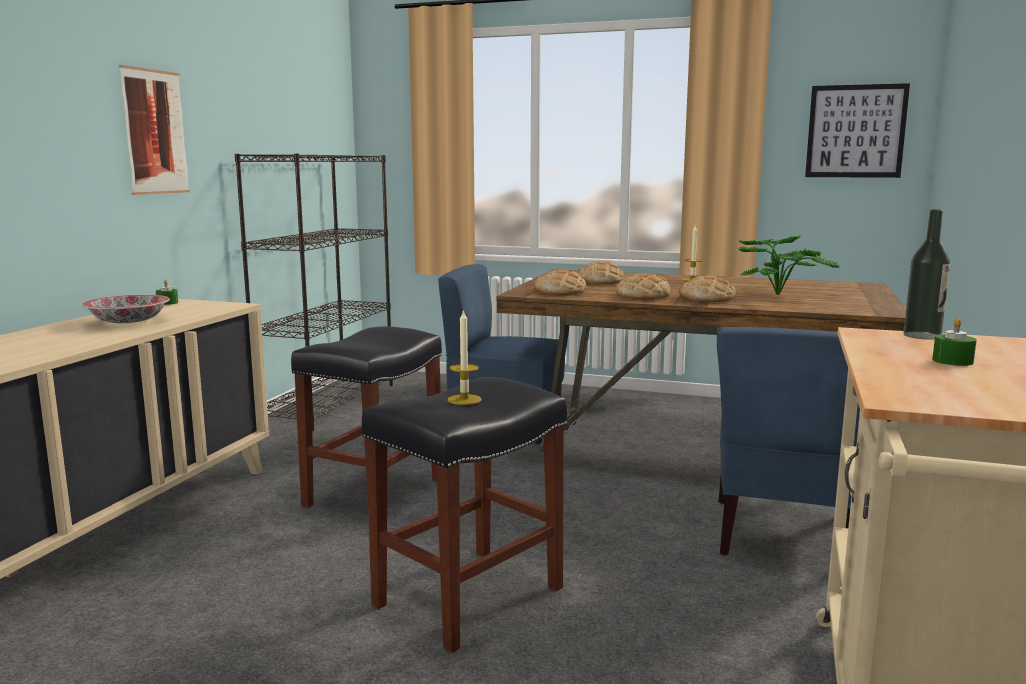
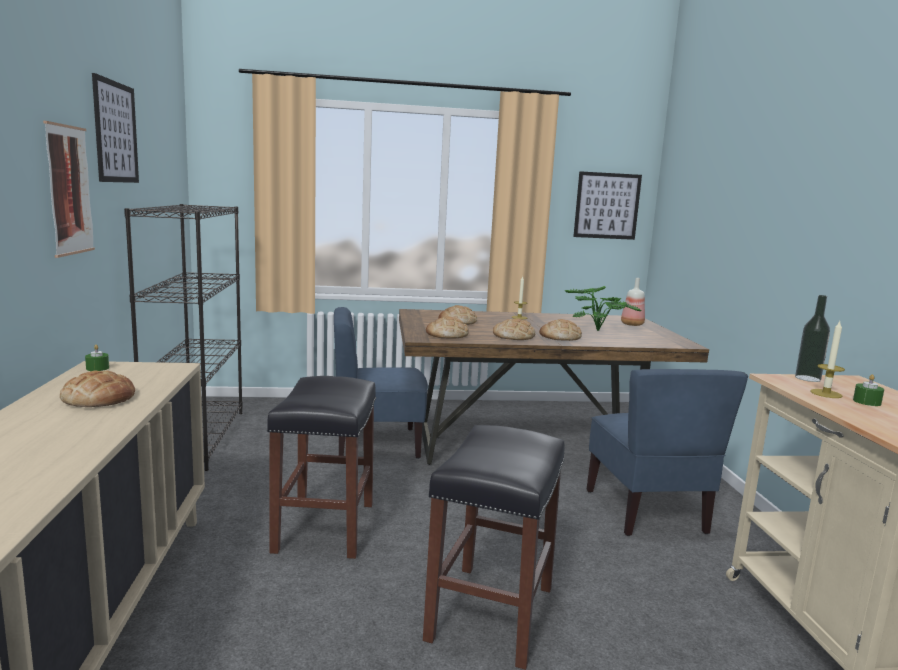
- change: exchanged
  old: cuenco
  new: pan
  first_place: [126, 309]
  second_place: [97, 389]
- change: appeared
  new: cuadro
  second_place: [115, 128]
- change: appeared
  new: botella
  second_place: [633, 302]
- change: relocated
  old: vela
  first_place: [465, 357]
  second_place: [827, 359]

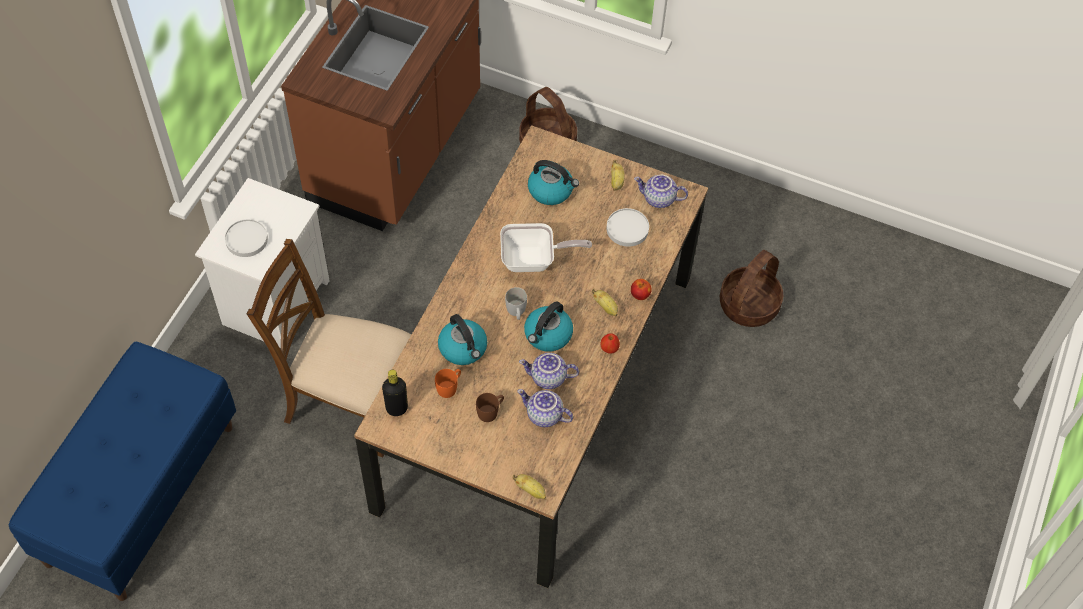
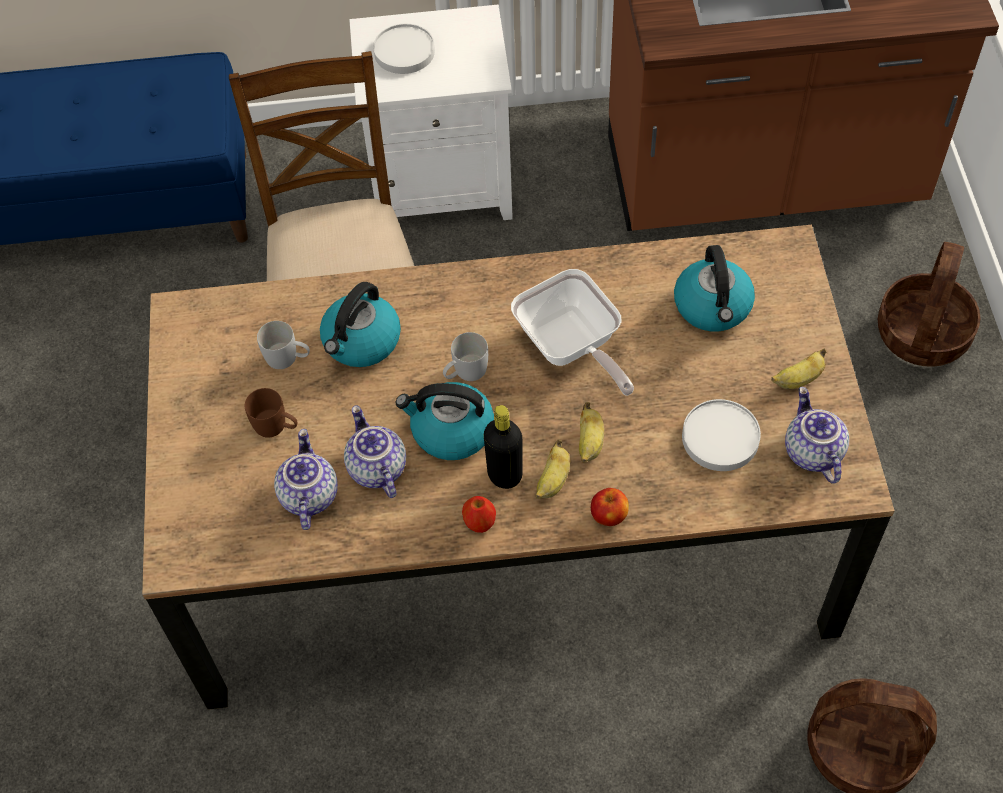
- change: colour
  old: taza grande [naranja]
  new: taza grande [blanco]
  first_place: [448, 383]
  second_place: [283, 345]
- change: relocated
  old: botella [negro]
  first_place: [395, 393]
  second_place: [503, 447]
- change: relocated
  old: plátano
  first_place: [529, 487]
  second_place: [591, 432]

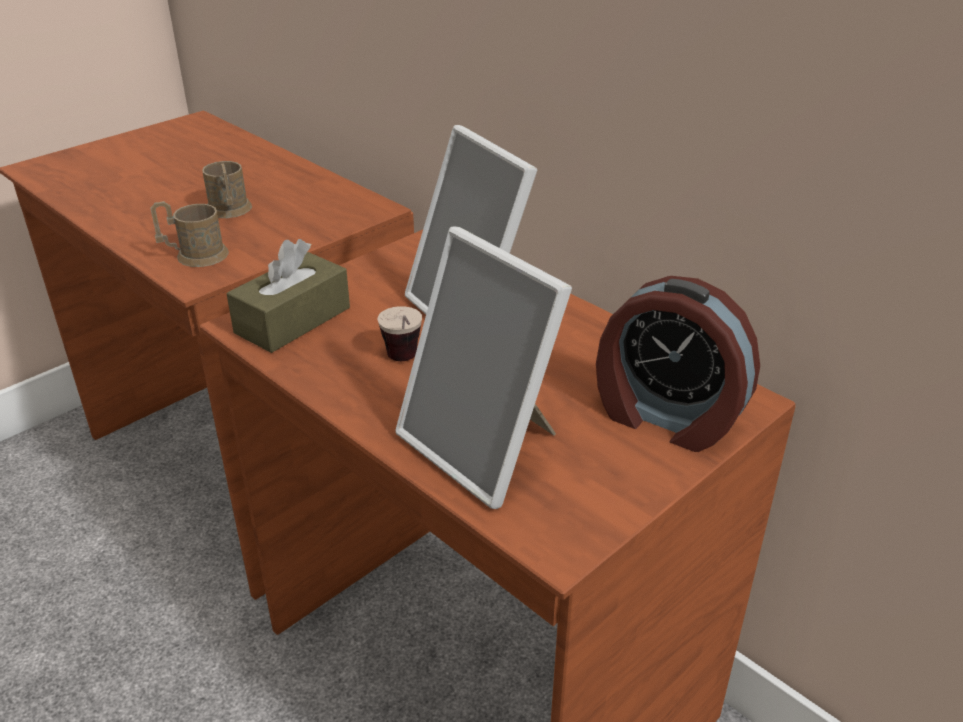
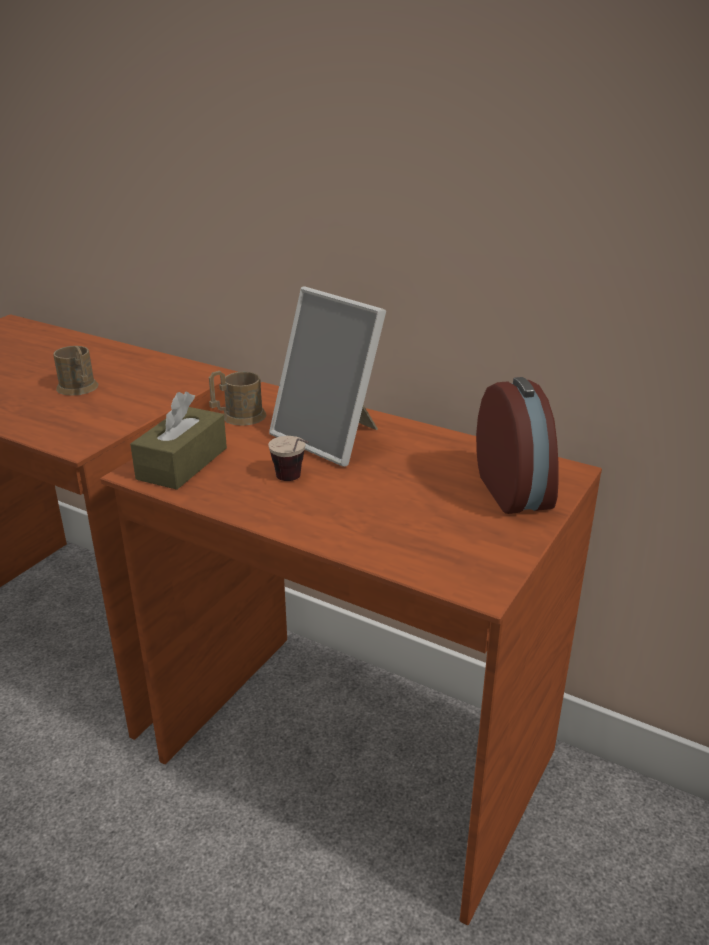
- change: relocated
  old: taza grande [marrón]
  first_place: [189, 234]
  second_place: [238, 398]
- change: spun
  old: despertador
  first_place: [678, 364]
  second_place: [517, 445]
  degrees: -120
- change: missing
  old: portarretratos
  first_place: [483, 367]

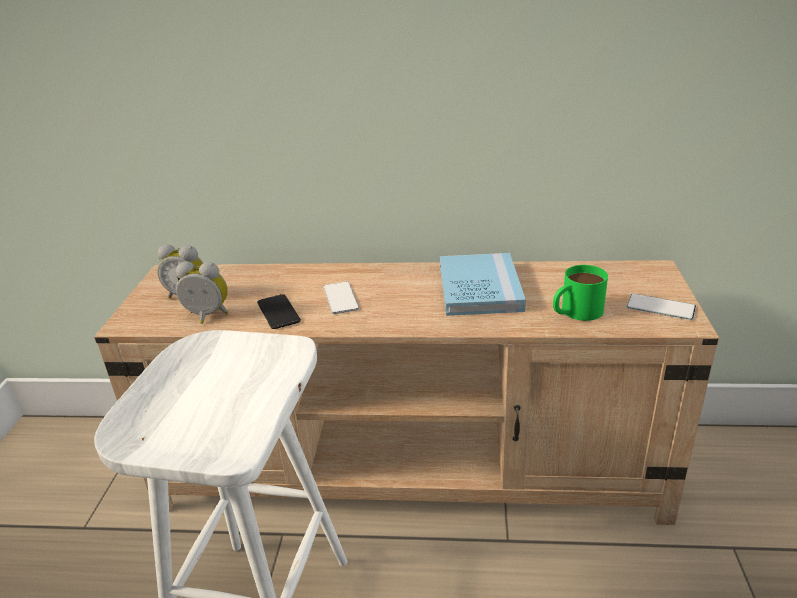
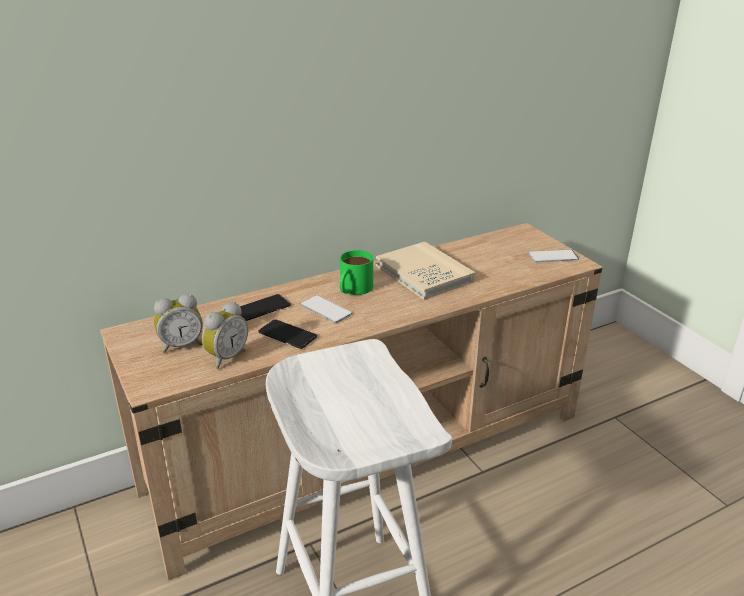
- change: spun
  old: despertador
  first_place: [202, 292]
  second_place: [225, 335]
  degrees: 150
- change: appeared
  new: móvil
  second_place: [265, 307]
- change: relocated
  old: taza grande [verde]
  first_place: [580, 293]
  second_place: [356, 272]
- change: colour
  old: libro [azul]
  new: libro [beis]
  first_place: [483, 284]
  second_place: [425, 271]

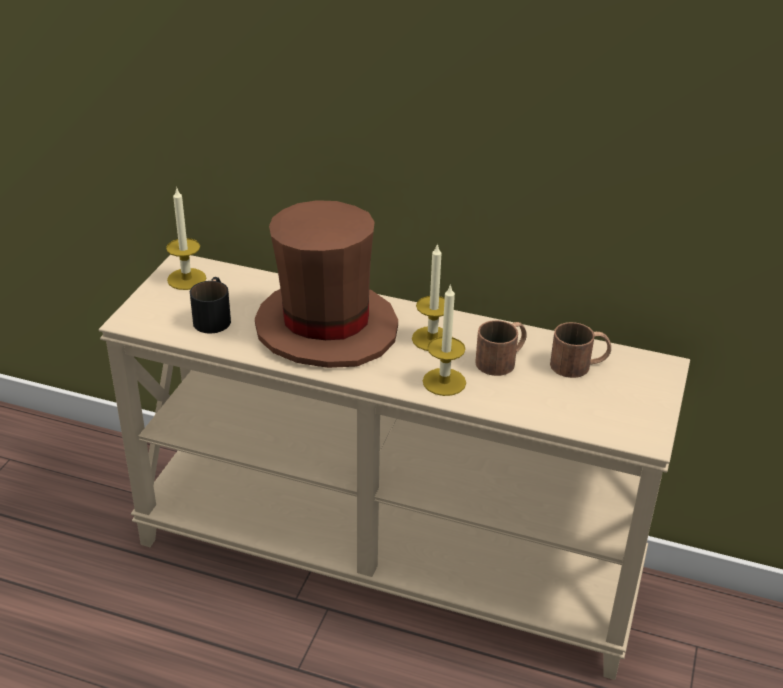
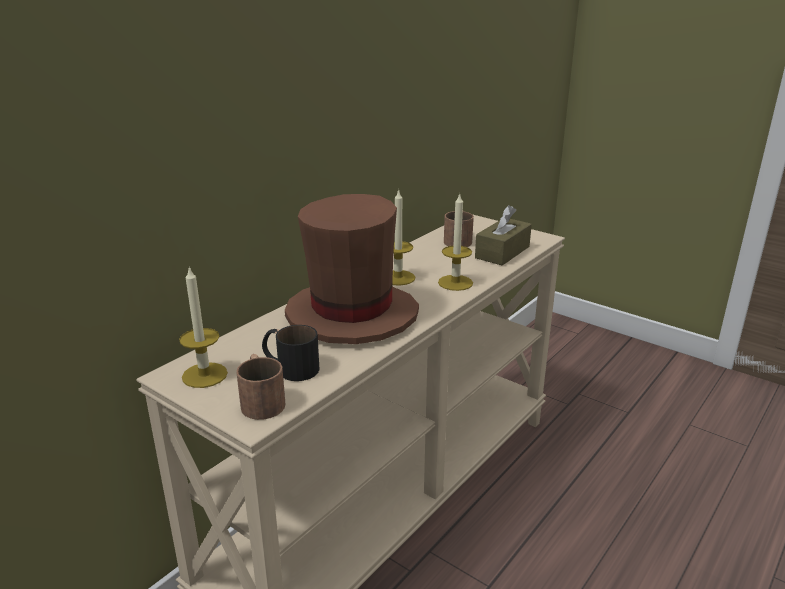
- change: relocated
  old: taza grande [marrón]
  first_place: [501, 348]
  second_place: [260, 387]
- change: appeared
  new: caja de pañuelos [marrón]
  second_place: [503, 235]

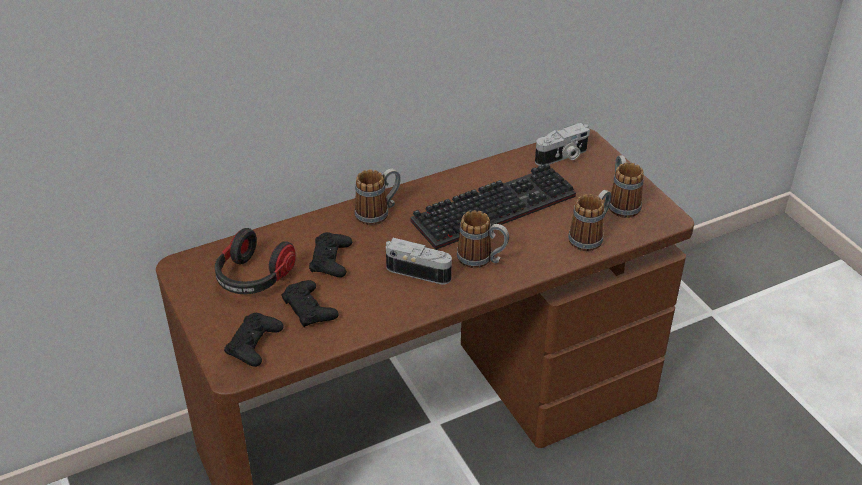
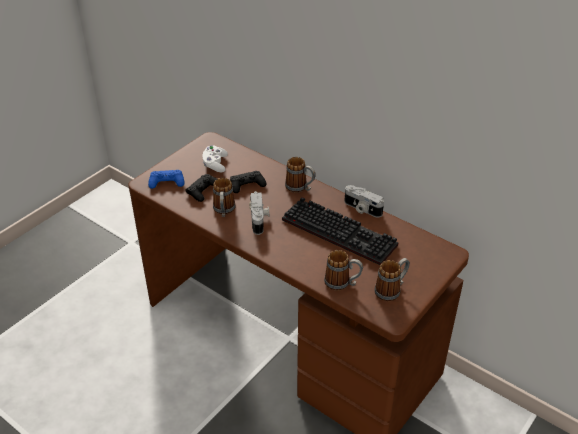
- change: colour
  old: mando de consola [negro]
  new: mando de consola [azul]
  first_place: [253, 340]
  second_place: [166, 179]
- change: exchanged
  old: auriculares
  new: mando de consola [blanco]
  first_place: [255, 261]
  second_place: [215, 158]
- change: relocated
  old: taza grande
  first_place: [483, 239]
  second_place: [224, 197]
- change: relocated
  old: cámara
  first_place: [562, 144]
  second_place: [364, 201]

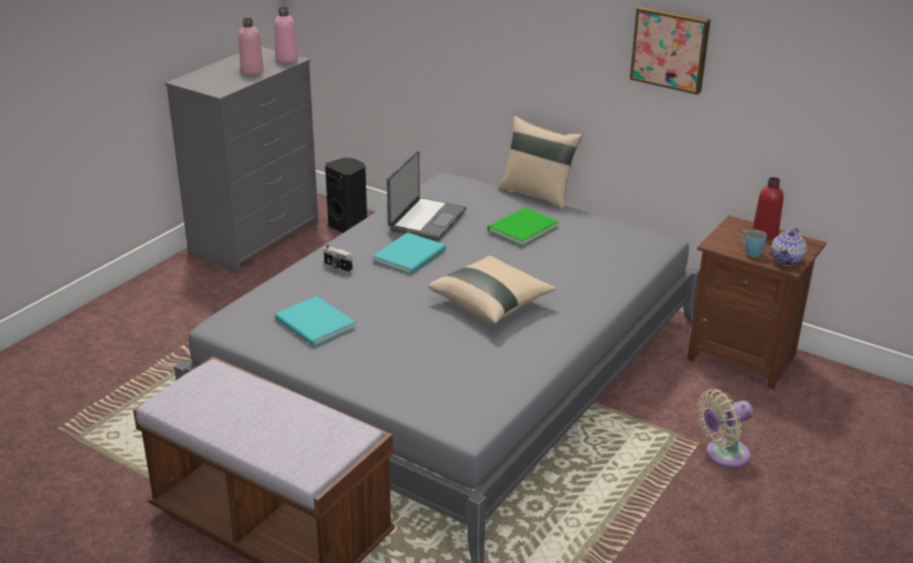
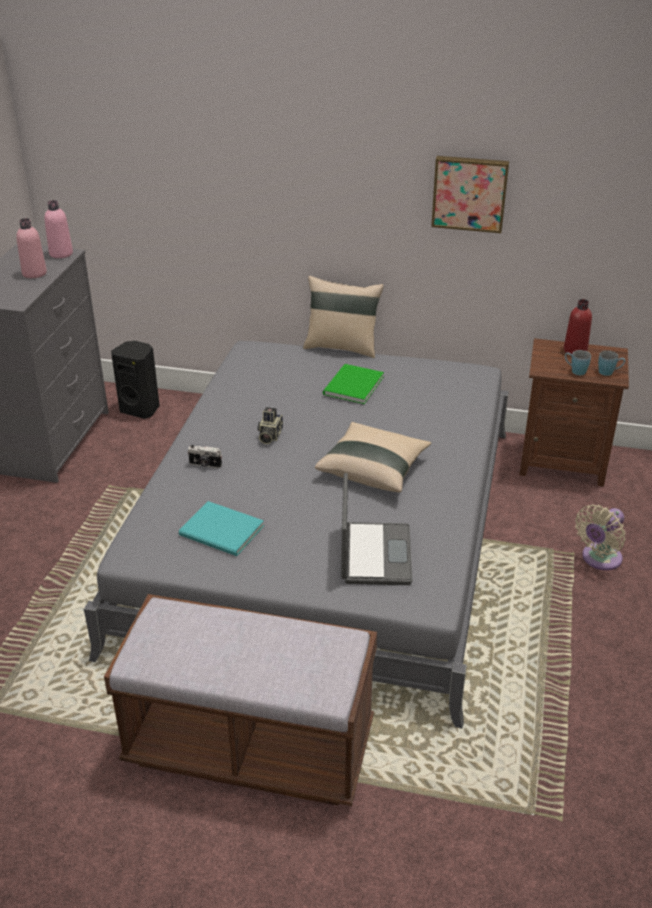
- change: exchanged
  old: libro [turquesa]
  new: cámara
  first_place: [409, 253]
  second_place: [270, 425]
- change: relocated
  old: portátil
  first_place: [426, 196]
  second_place: [376, 529]
- change: exchanged
  old: tetera
  new: taza grande [azul]
  first_place: [789, 247]
  second_place: [611, 363]

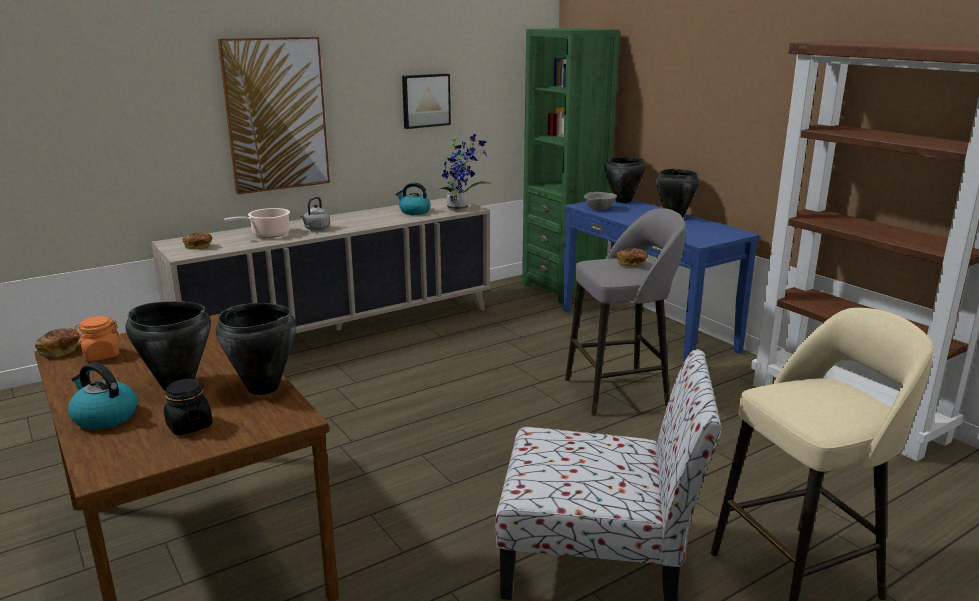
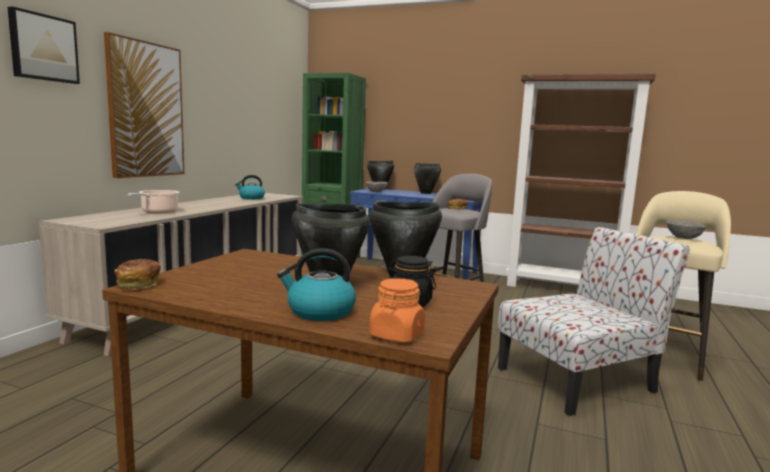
- change: relocated
  old: cuadro
  first_place: [426, 101]
  second_place: [44, 45]
- change: relocated
  old: tarro [naranja]
  first_place: [97, 338]
  second_place: [397, 311]
- change: appeared
  new: cuenco [gris]
  second_place: [686, 229]
- change: missing
  old: pan
  first_place: [197, 241]
- change: missing
  old: hervidor [gris]
  first_place: [315, 213]
- change: missing
  old: planta en maceta
  first_place: [464, 172]

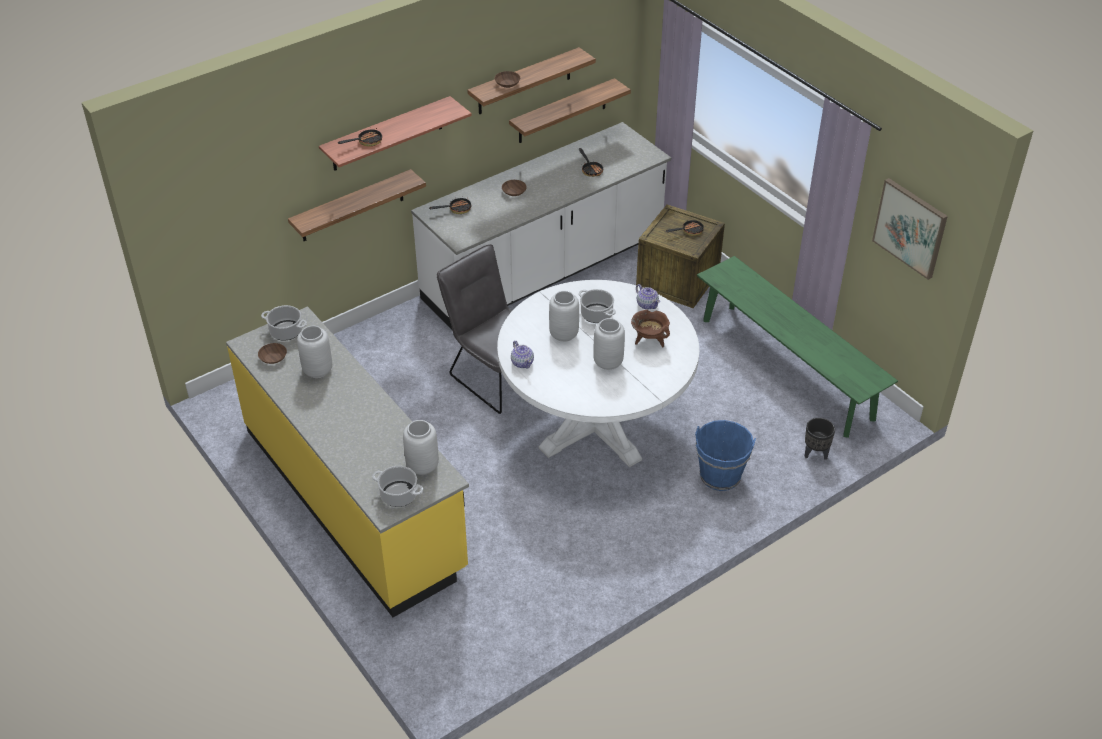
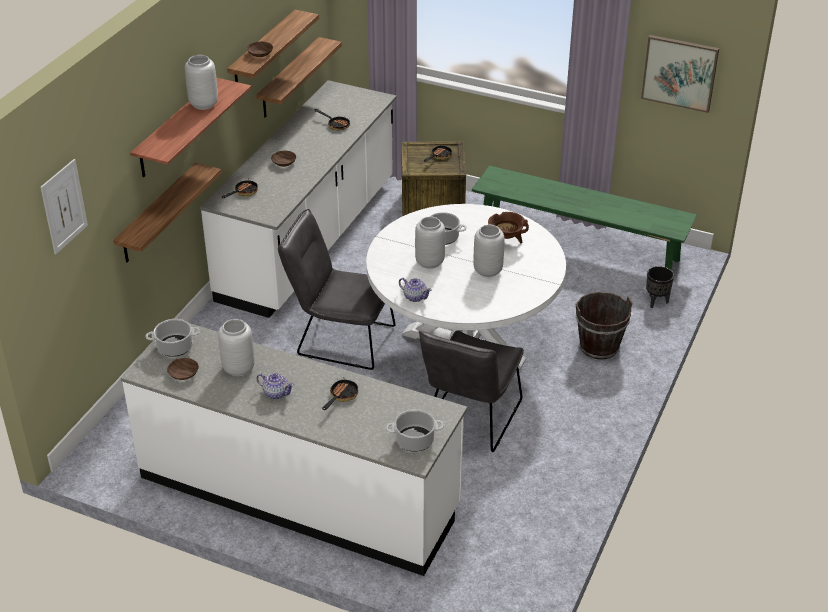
- change: appeared
  new: cuadro
  second_place: [64, 206]
- change: colour
  old: mueble bajo de cocina [amarillo]
  new: mueble bajo de cocina [blanco]
  first_place: [347, 461]
  second_place: [294, 449]
- change: relocated
  old: florero [gris]
  first_place: [421, 447]
  second_place: [201, 82]
- change: relocated
  old: tetera
  first_place: [648, 297]
  second_place: [275, 386]
- change: relocated
  old: sartén
  first_place: [360, 137]
  second_place: [340, 392]
- change: appeared
  new: silla [gris]
  second_place: [471, 391]
- change: colour
  old: cubo [azul]
  new: cubo [marrón]
  first_place: [725, 455]
  second_place: [604, 326]

